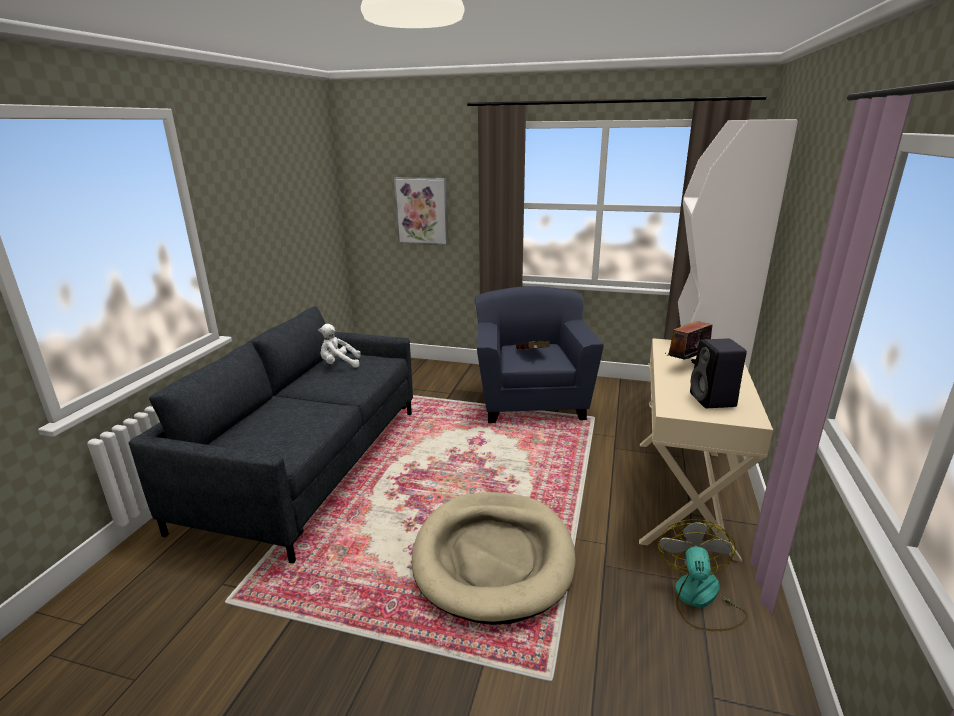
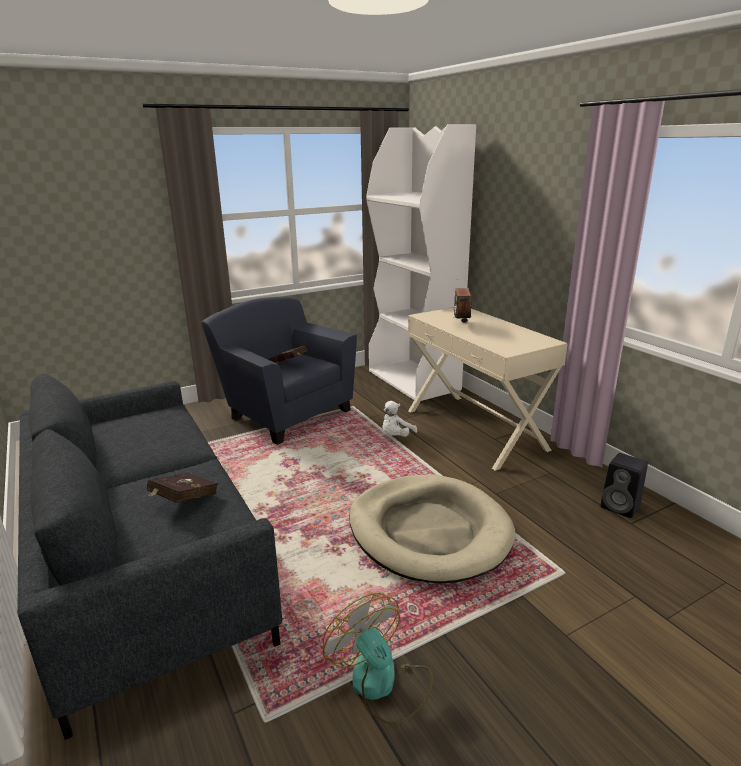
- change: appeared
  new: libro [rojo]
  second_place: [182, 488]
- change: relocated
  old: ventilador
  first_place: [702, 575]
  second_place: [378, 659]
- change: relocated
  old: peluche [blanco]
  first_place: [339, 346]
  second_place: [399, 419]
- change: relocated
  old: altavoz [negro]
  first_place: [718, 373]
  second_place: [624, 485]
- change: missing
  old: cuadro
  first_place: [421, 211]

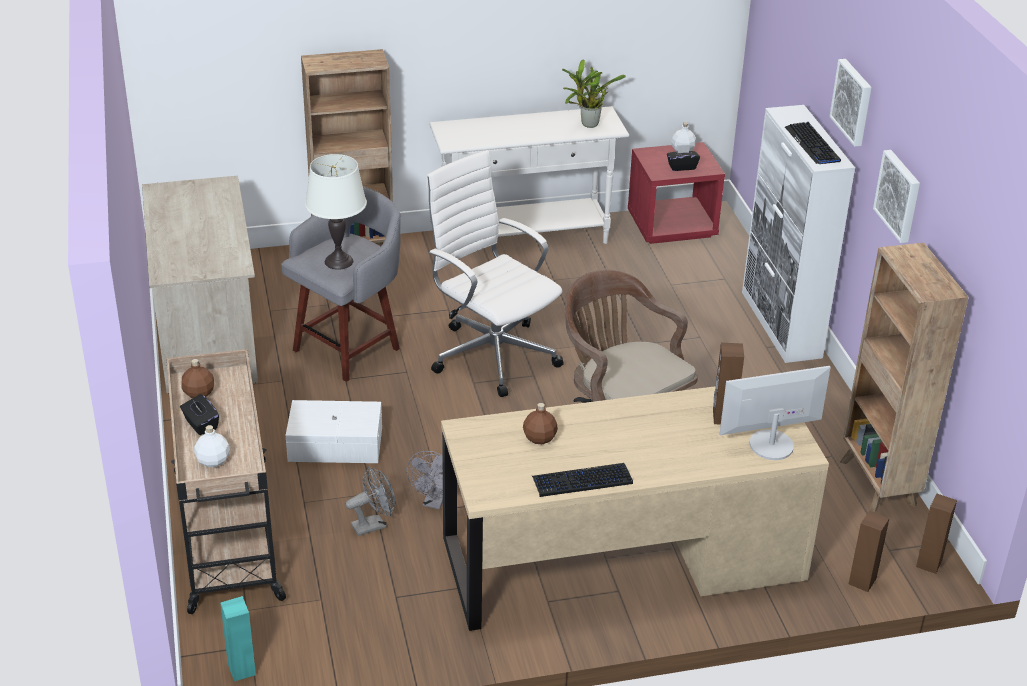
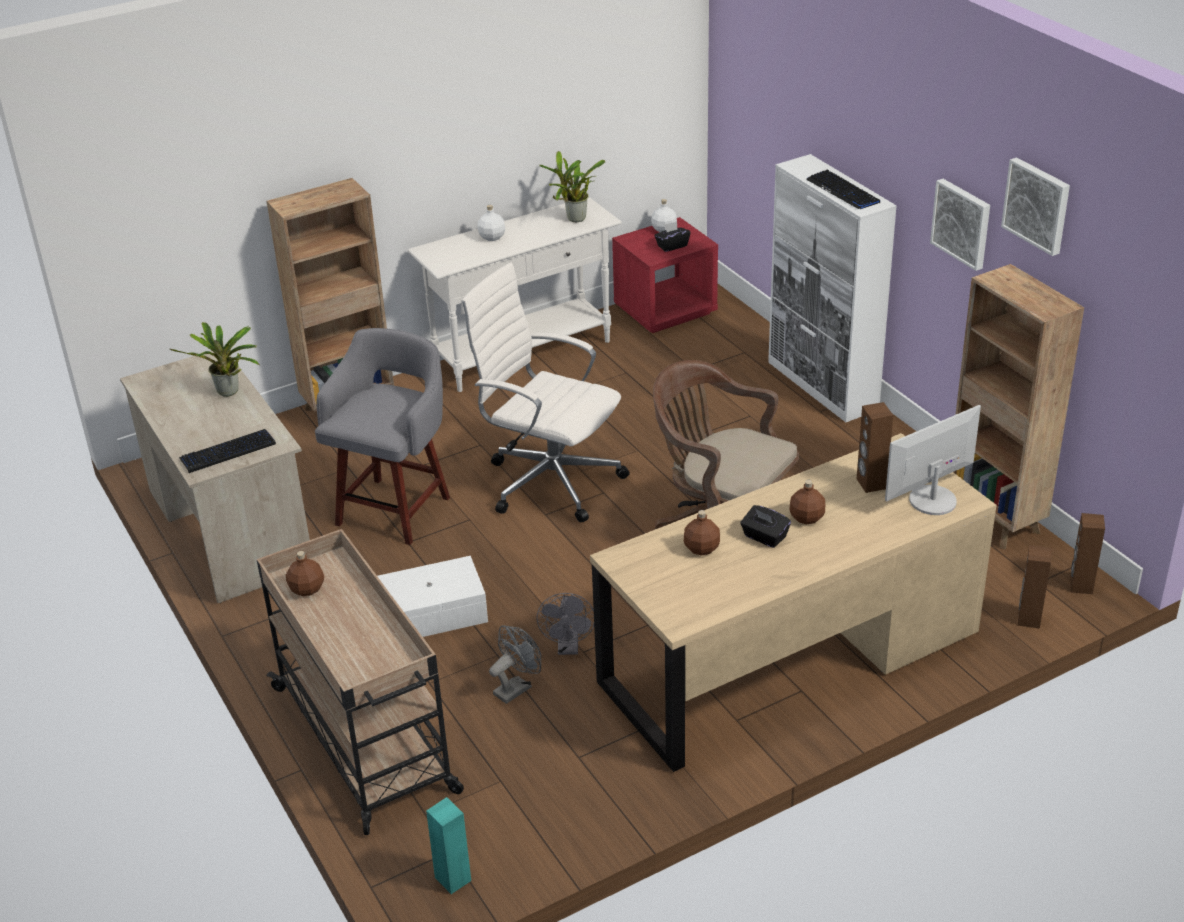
- change: appeared
  new: planta en maceta
  second_place: [215, 359]
- change: relocated
  old: teclado
  first_place: [582, 480]
  second_place: [227, 451]
- change: relocated
  old: botella [blanco]
  first_place: [212, 446]
  second_place: [491, 223]
- change: relocated
  old: caja de pañuelos [negro]
  first_place: [199, 414]
  second_place: [765, 526]
- change: appeared
  new: botella [marrón]
  second_place: [807, 502]
- change: relocated
  old: cuadro
  first_place: [850, 103]
  second_place: [1035, 207]
- change: missing
  old: lámpara de mesa [blanco]
  first_place: [336, 212]

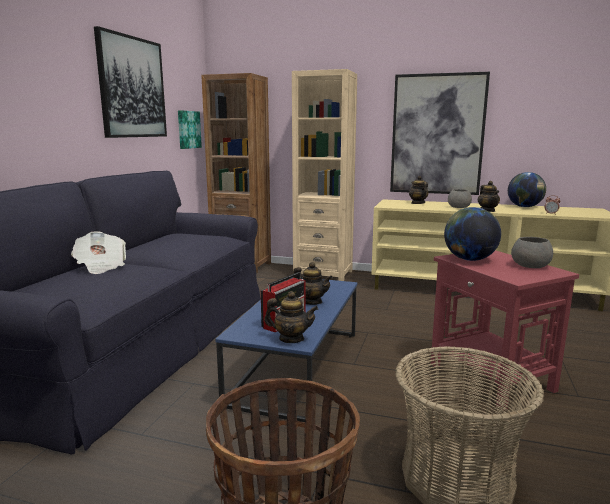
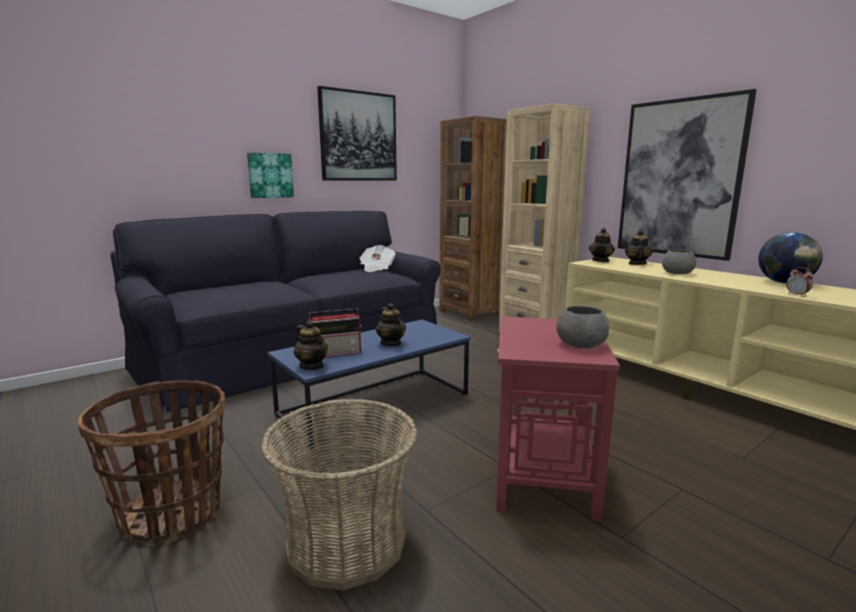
- change: relocated
  old: cuadro
  first_place: [190, 129]
  second_place: [270, 175]
- change: relocated
  old: periódico
  first_place: [98, 252]
  second_place: [378, 258]
- change: relocated
  old: tetera
  first_place: [489, 196]
  second_place: [602, 245]
- change: missing
  old: globo terráqueo
  first_place: [472, 234]

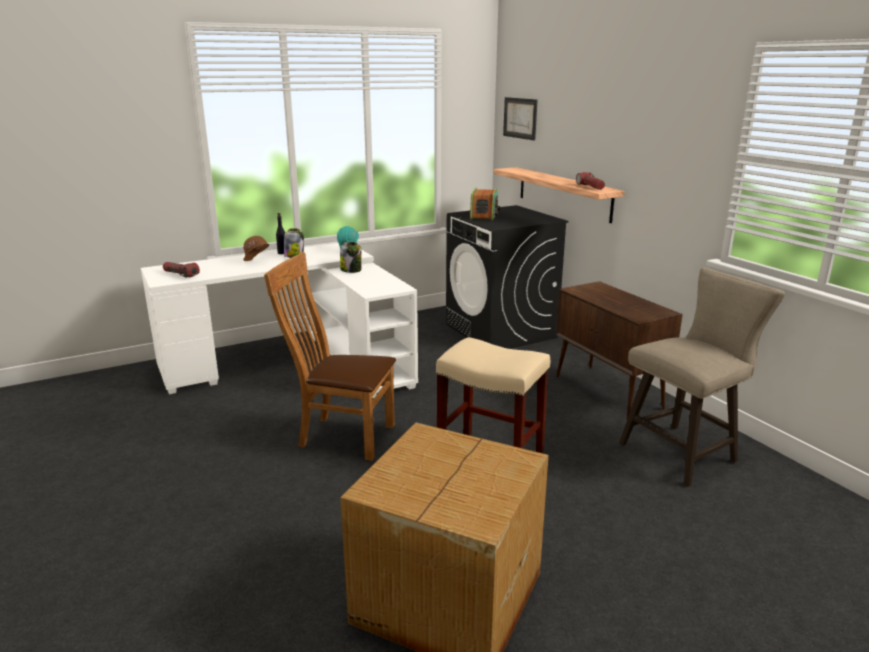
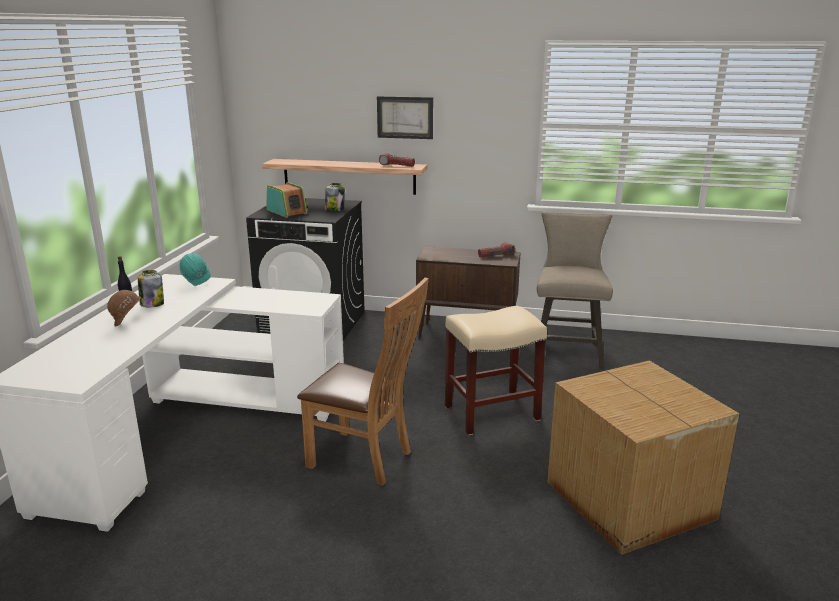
- change: spun
  old: silla [marrón]
  first_place: [330, 357]
  second_place: [363, 382]
  degrees: -120
- change: relocated
  old: tarro
  first_place: [350, 257]
  second_place: [335, 197]
- change: relocated
  old: cuadro
  first_place: [520, 118]
  second_place: [405, 117]
- change: relocated
  old: linterna
  first_place: [181, 270]
  second_place: [496, 250]

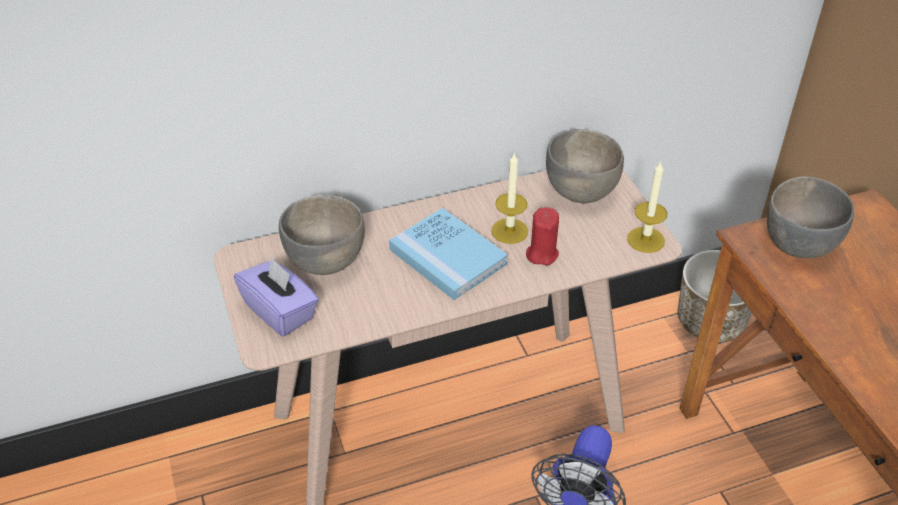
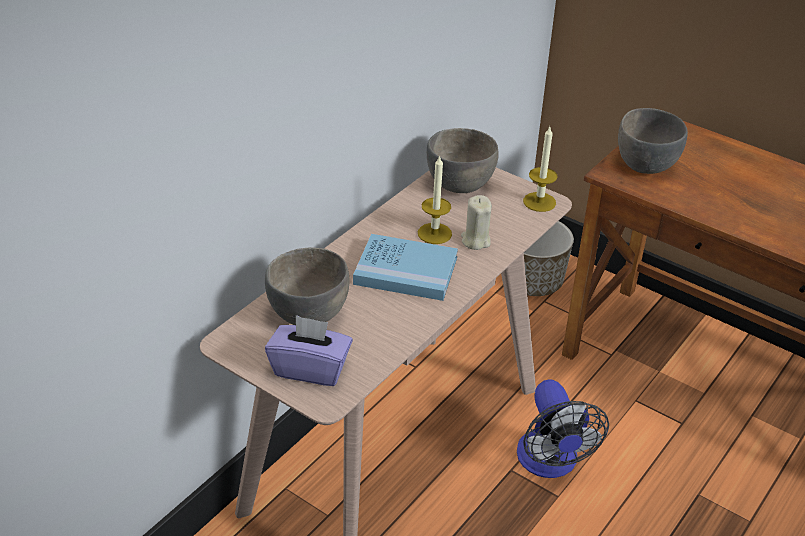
- change: colour
  old: vela [rojo]
  new: vela [beis]
  first_place: [542, 236]
  second_place: [476, 222]

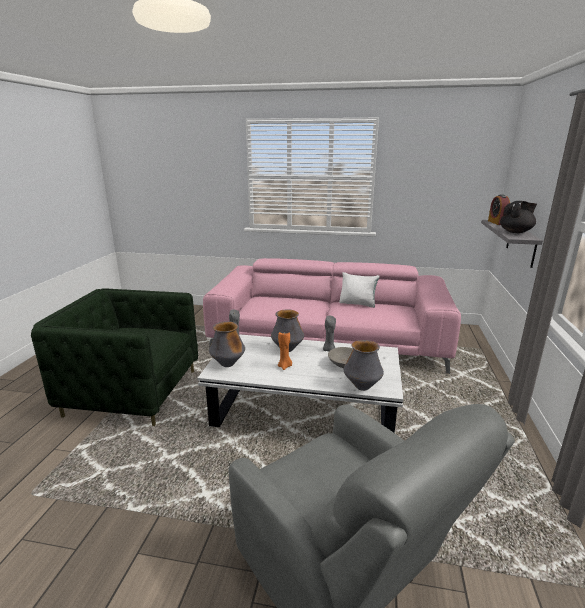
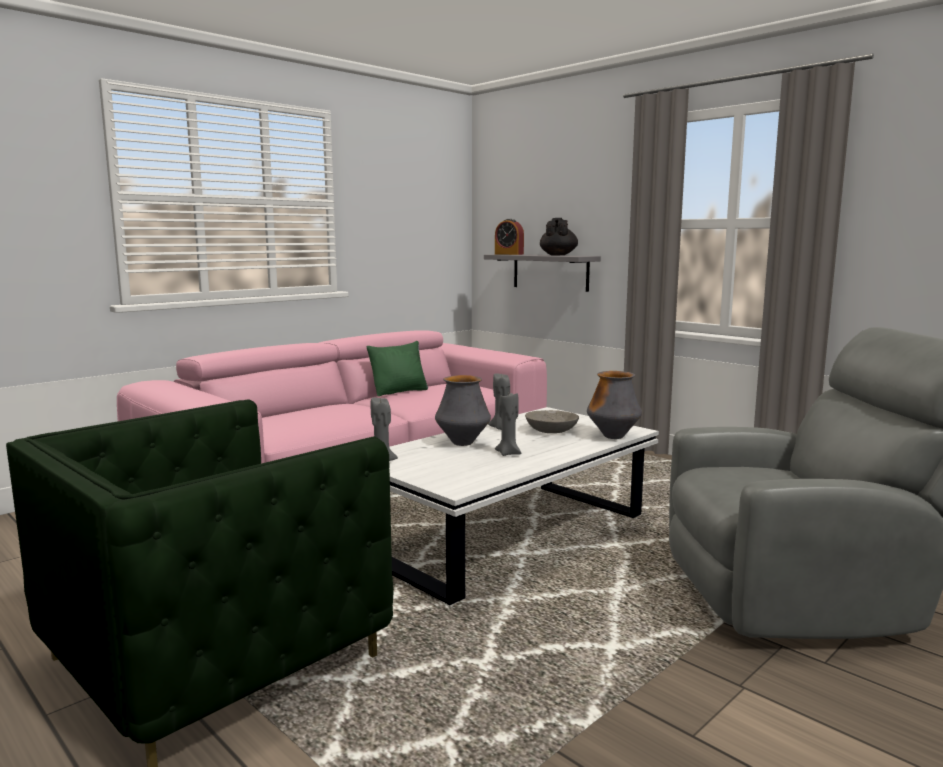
- change: colour
  old: cojín [blanco]
  new: cojín [verde]
  first_place: [359, 290]
  second_place: [397, 368]
- change: colour
  old: vela [naranja]
  new: vela [gris]
  first_place: [285, 351]
  second_place: [508, 424]
- change: missing
  old: florero
  first_place: [227, 344]

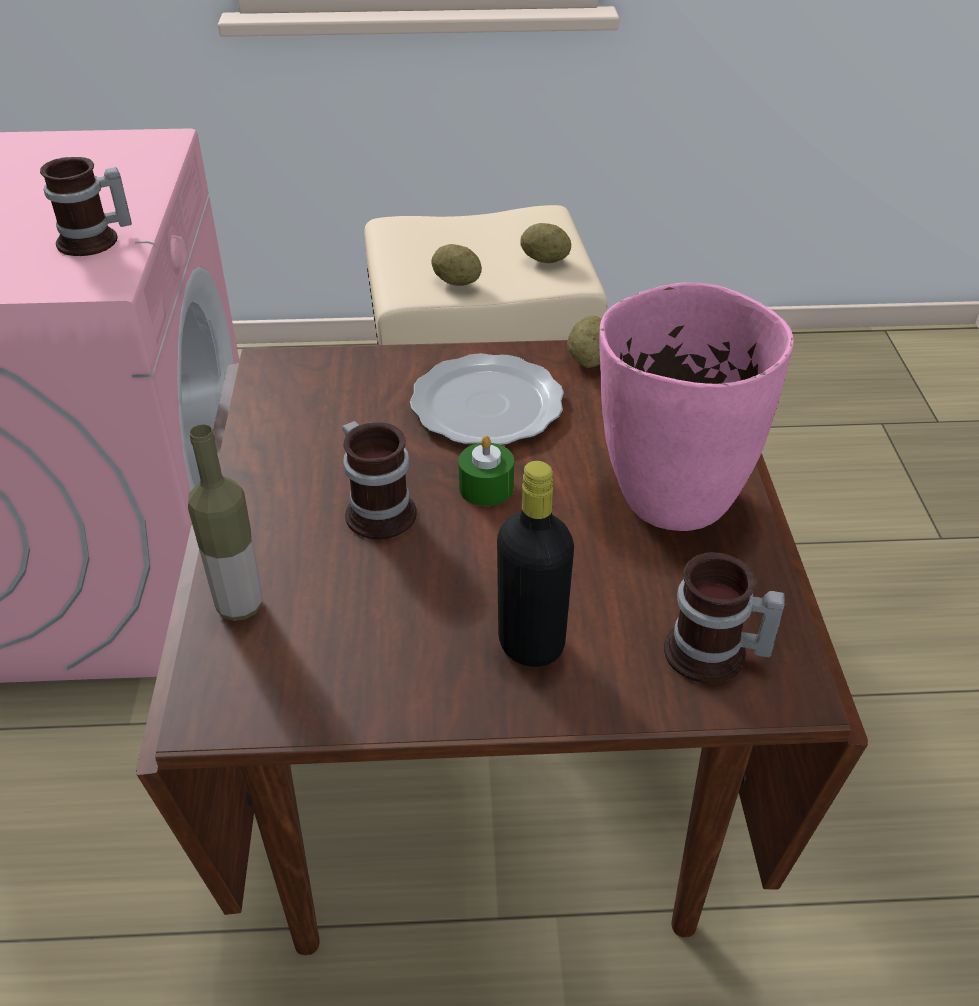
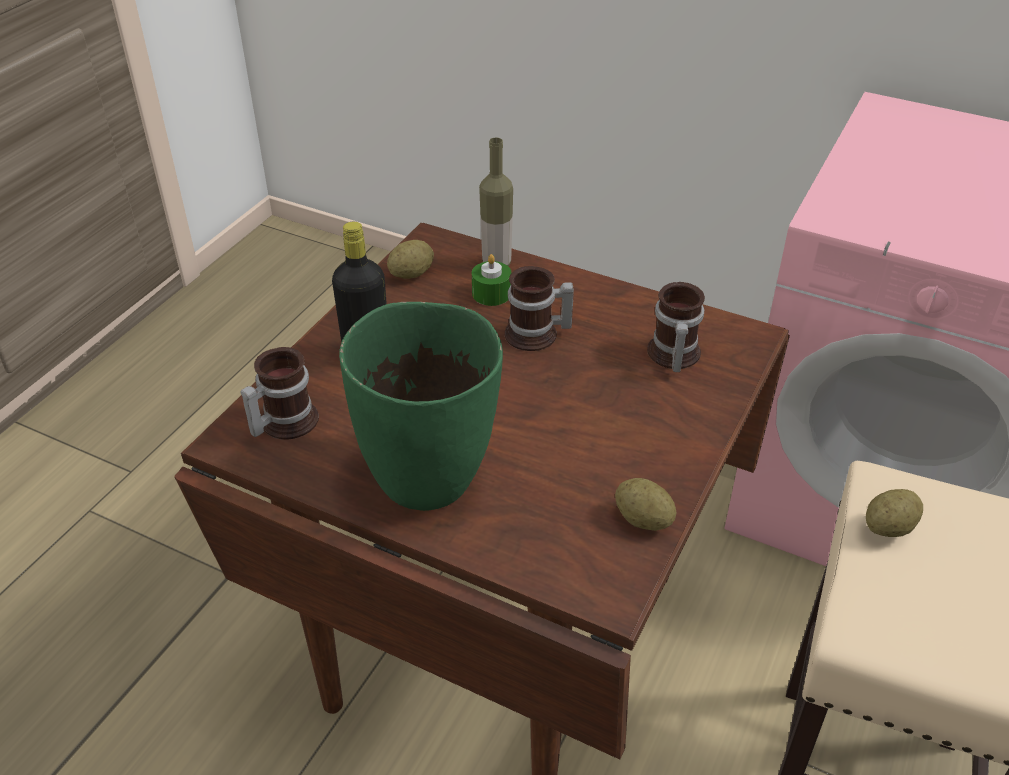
- change: colour
  old: florero [rosa]
  new: florero [verde]
  first_place: [696, 406]
  second_place: [421, 406]
- change: relocated
  old: patata
  first_place: [545, 243]
  second_place: [410, 259]
- change: relocated
  old: vela [verde]
  first_place: [486, 471]
  second_place: [492, 280]
- change: relocated
  old: taza grande
  first_place: [86, 206]
  second_place: [676, 327]
- change: missing
  old: plato
  first_place: [487, 399]

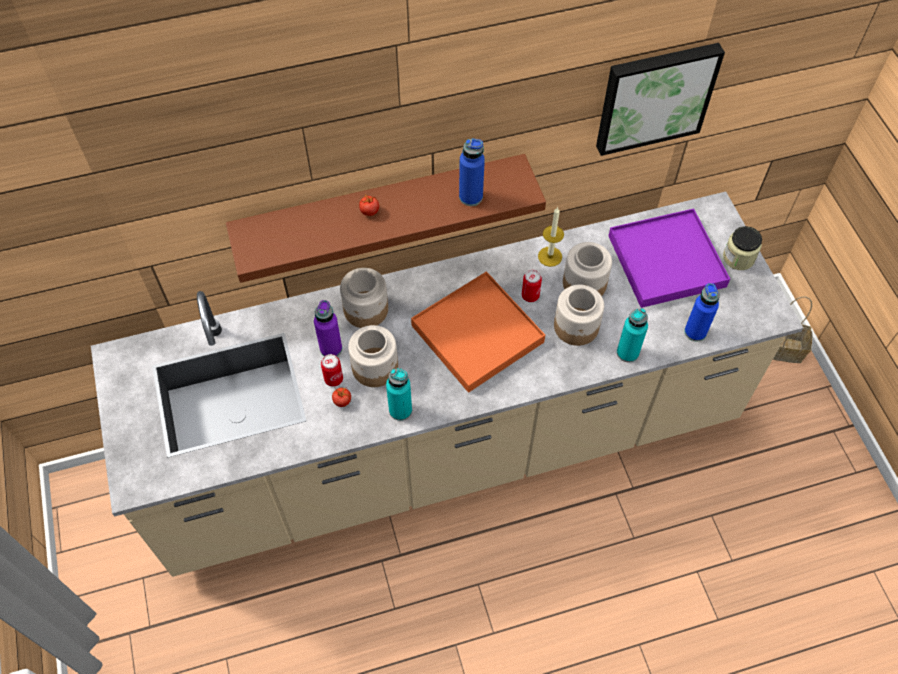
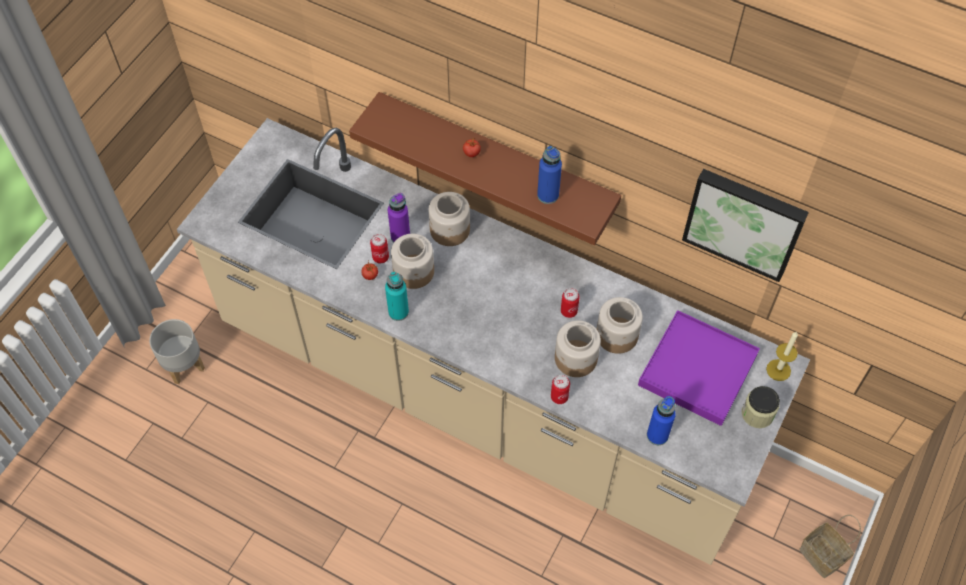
- change: appeared
  new: maceta [gris]
  second_place: [177, 351]
- change: appeared
  new: lata
  second_place: [560, 389]
- change: relocated
  old: vela
  first_place: [551, 237]
  second_place: [782, 356]
- change: missing
  old: bandeja [naranja]
  first_place: [478, 332]
- change: missing
  old: botella [turquesa]
  first_place: [632, 335]

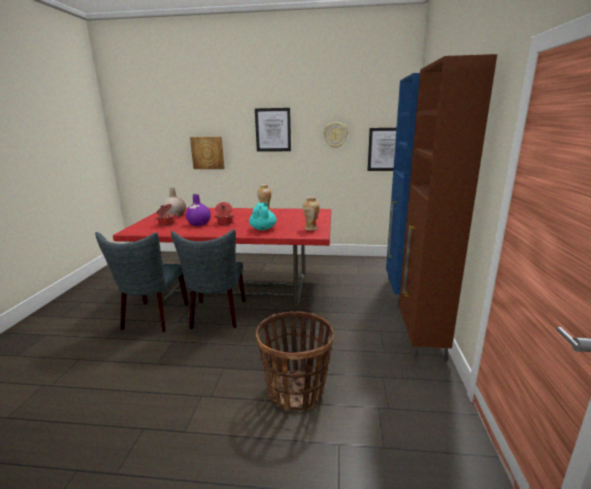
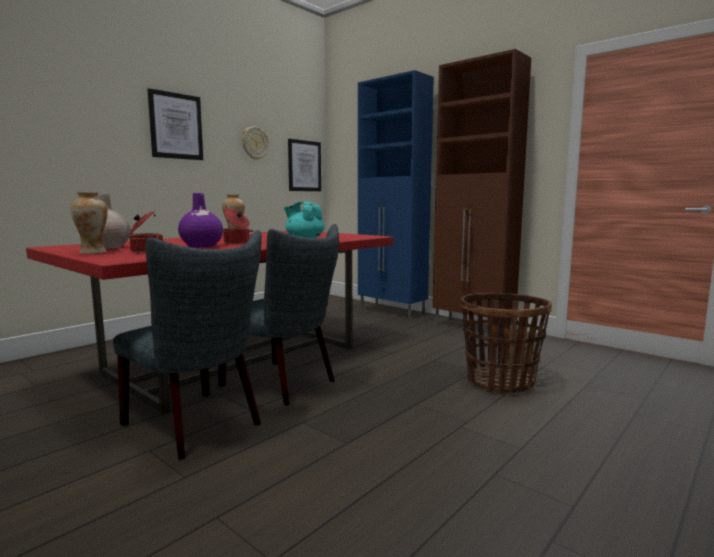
- change: relocated
  old: florero
  first_place: [311, 214]
  second_place: [89, 223]
- change: missing
  old: cuadro
  first_place: [207, 153]

